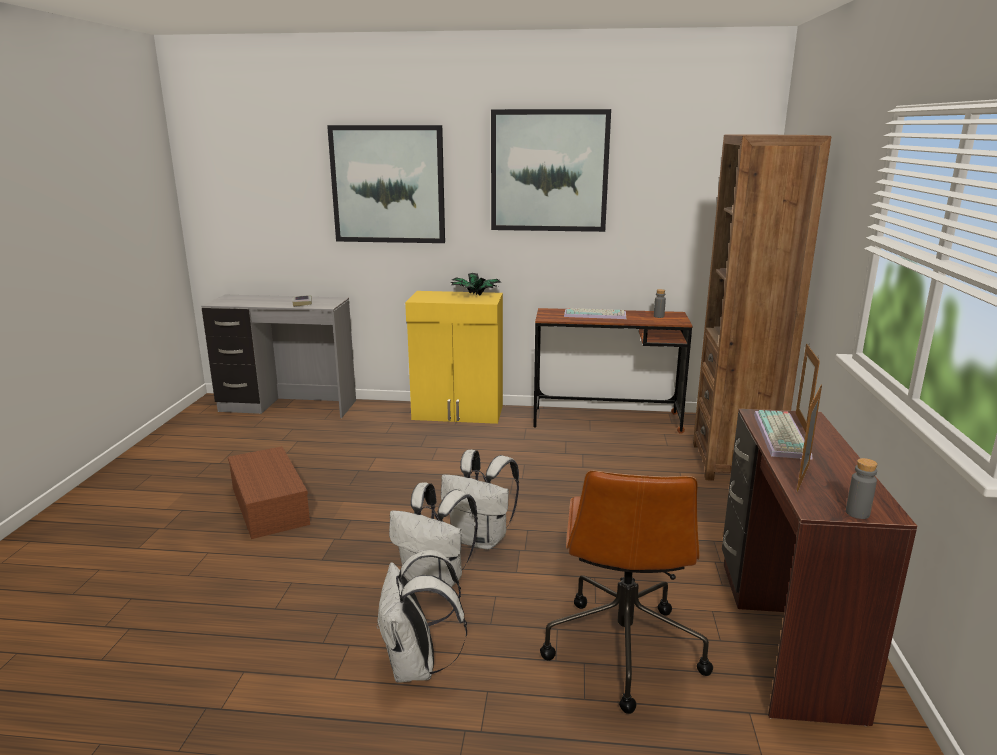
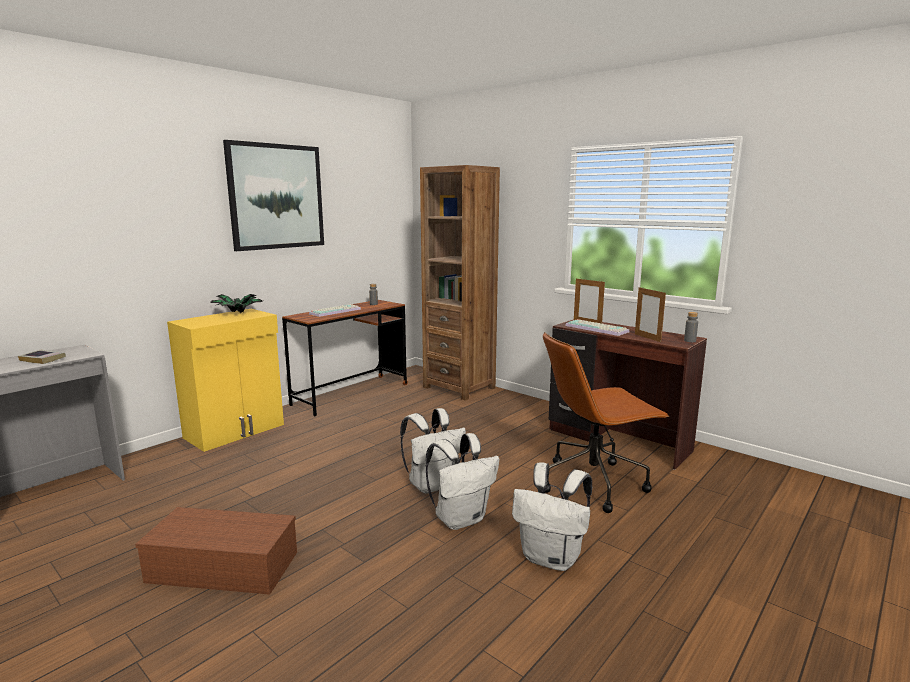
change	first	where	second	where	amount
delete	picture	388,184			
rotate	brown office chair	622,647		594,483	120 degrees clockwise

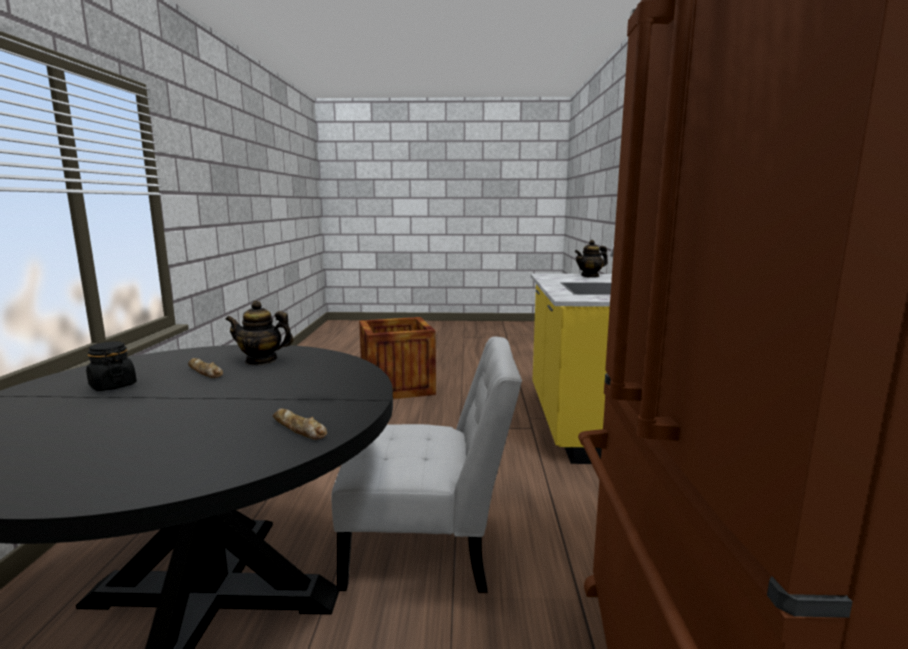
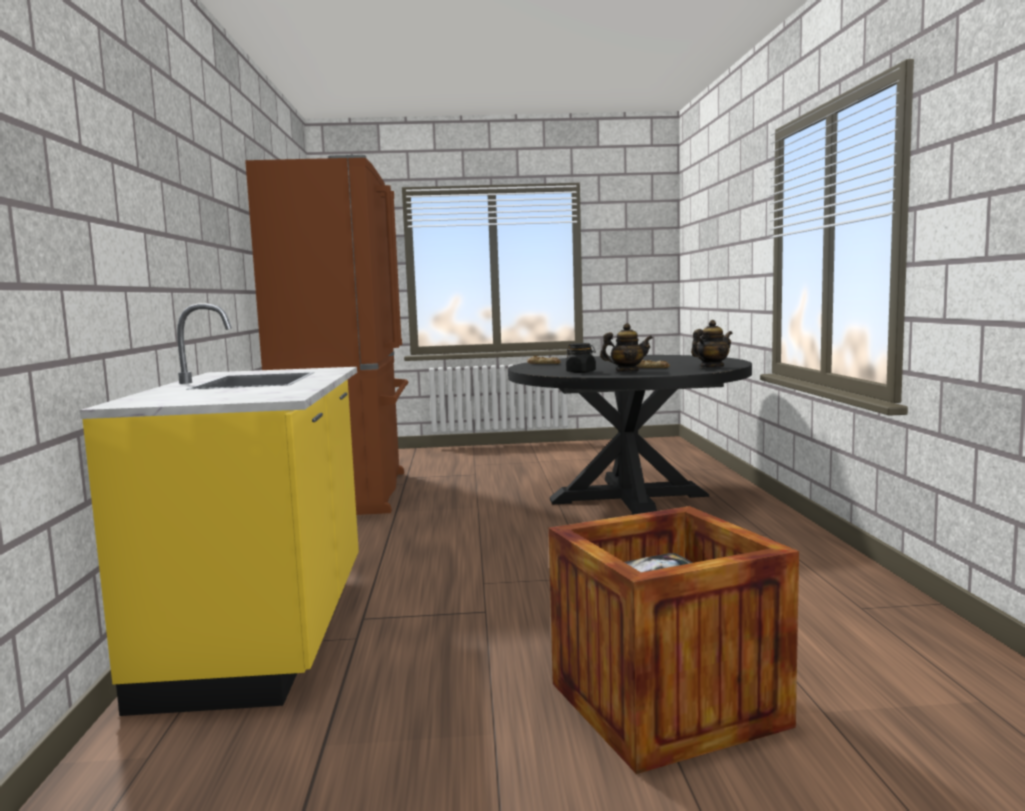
change	first	where	second	where	amount
move	teapot	590,276		711,367	
delete	white chair	429,547			
move	black jar	113,386		581,372	

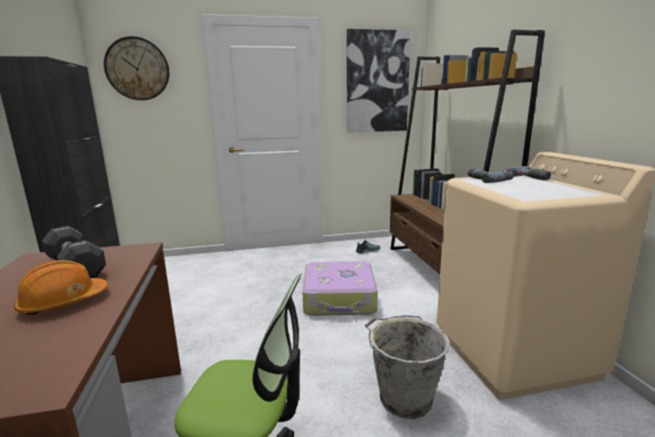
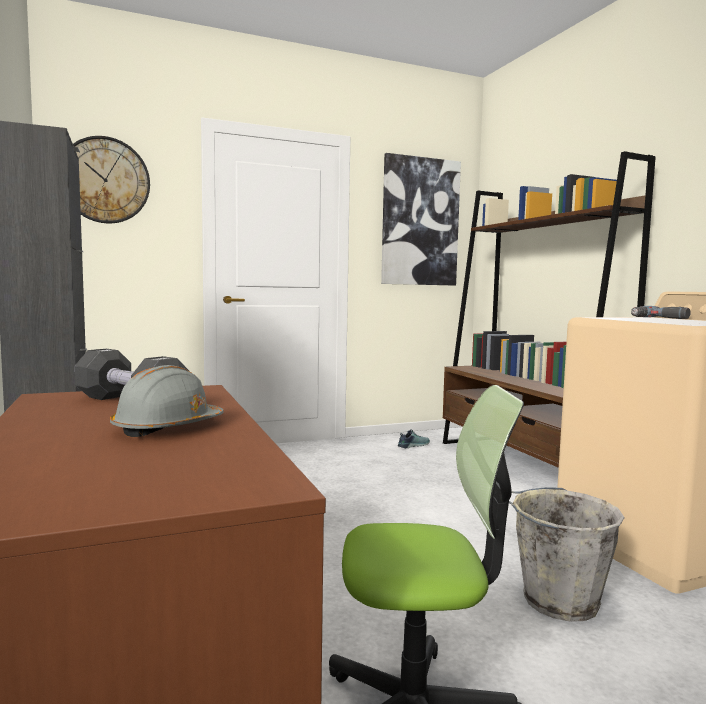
change	first	where	second	where	amount
delete	power drill	488,179			
recolor	orange hard hat	63,302	grey hard hat	167,428	
delete	suitcase	339,299			

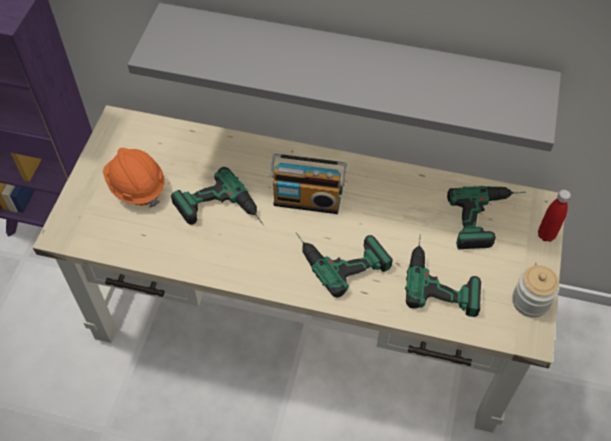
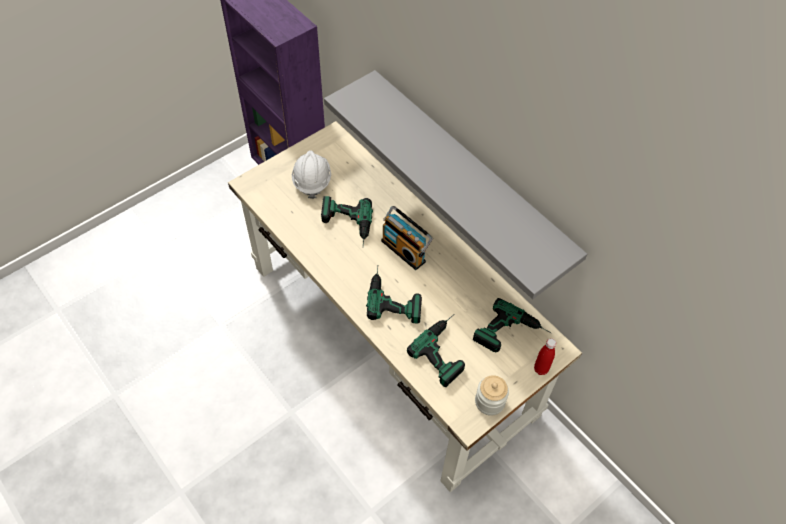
change	first	where	second	where	amount
recolor	orange hard hat	136,186	white hard hat	312,181	

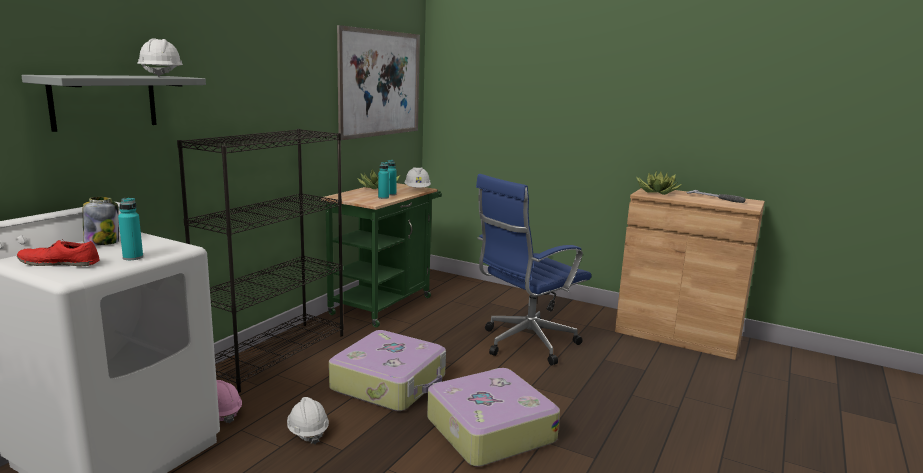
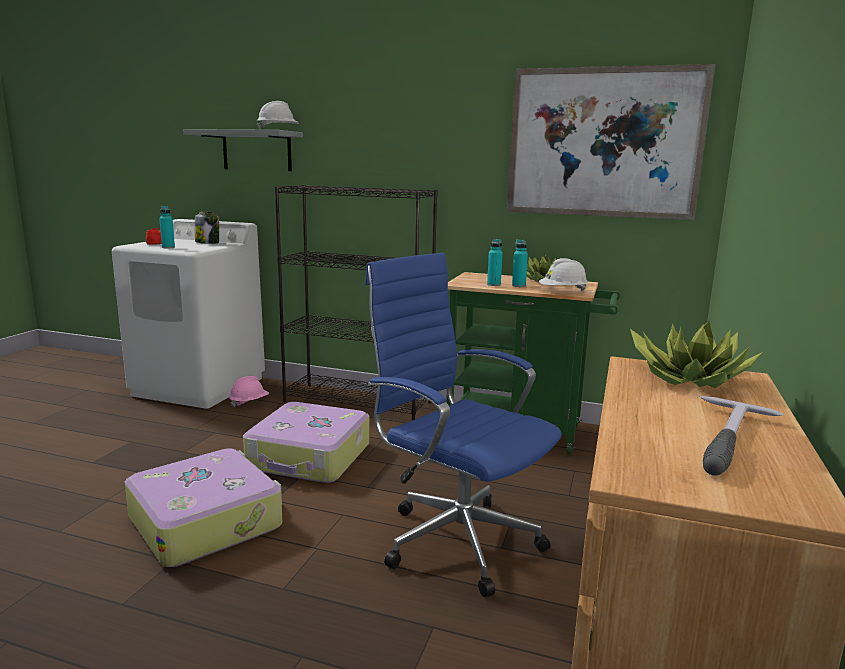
change	first	where	second	where	amount
delete	white hard hat	307,432			

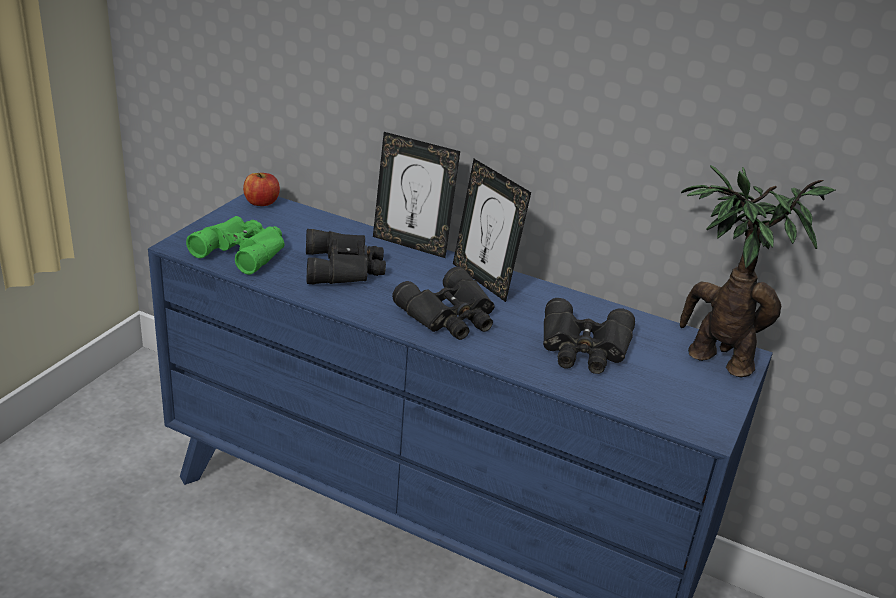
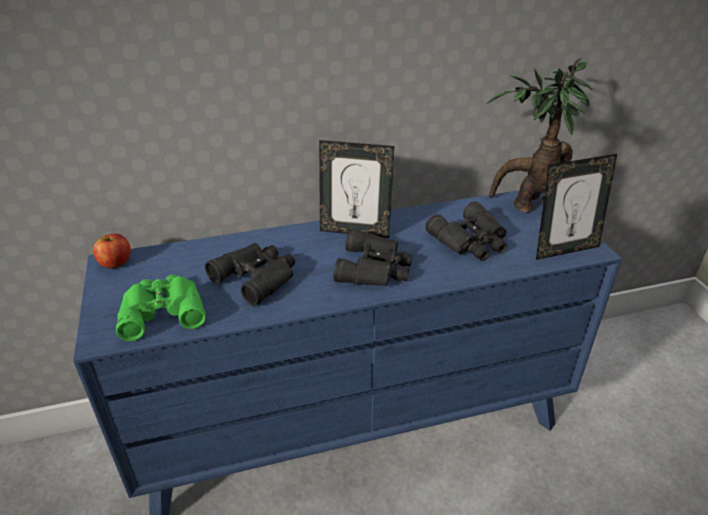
change	first	where	second	where	amount
move	picture frame	411,244		564,249	

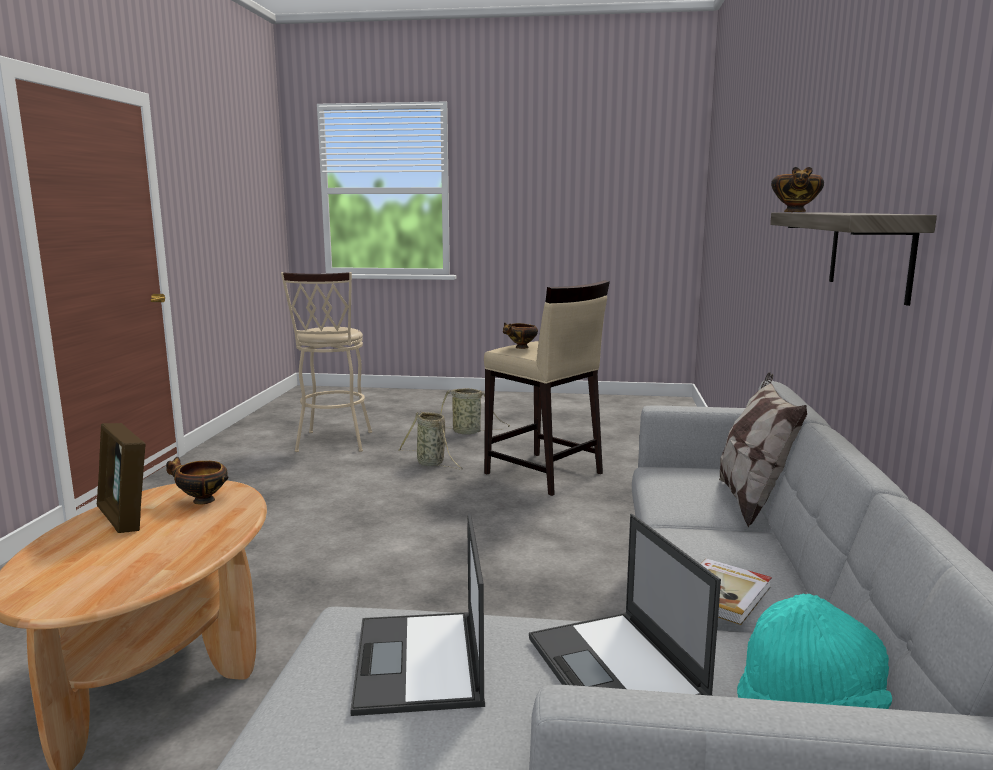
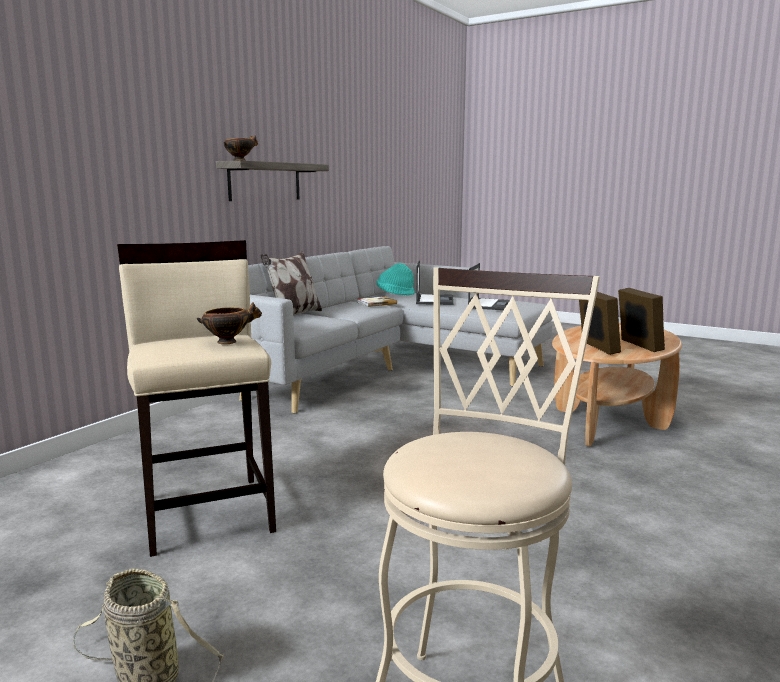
change	first	where	second	where	amount
delete	basket	432,463			
replace	bowl	201,501	picture frame	596,348	

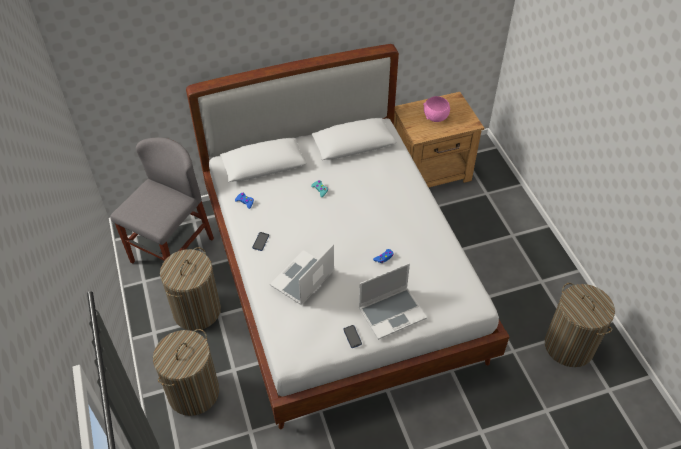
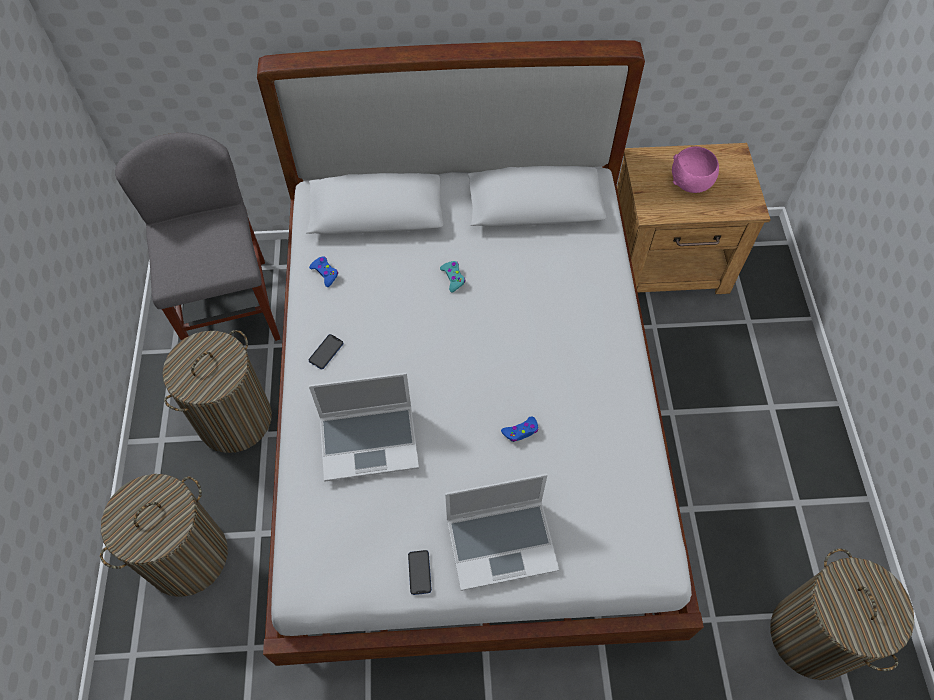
change	first	where	second	where	amount
rotate	grey chair	172,250		230,309	60 degrees counterclockwise
rotate	laptop	303,279		370,441	150 degrees counterclockwise

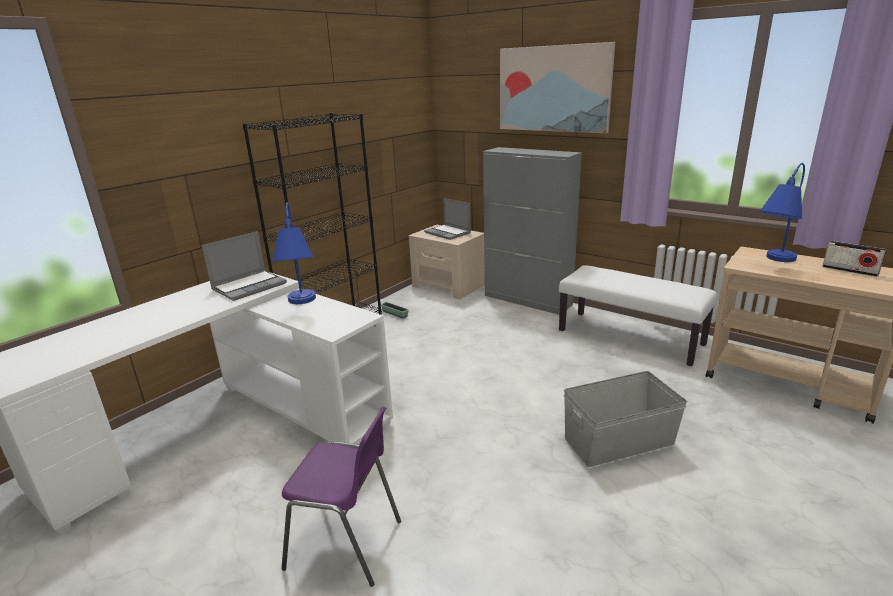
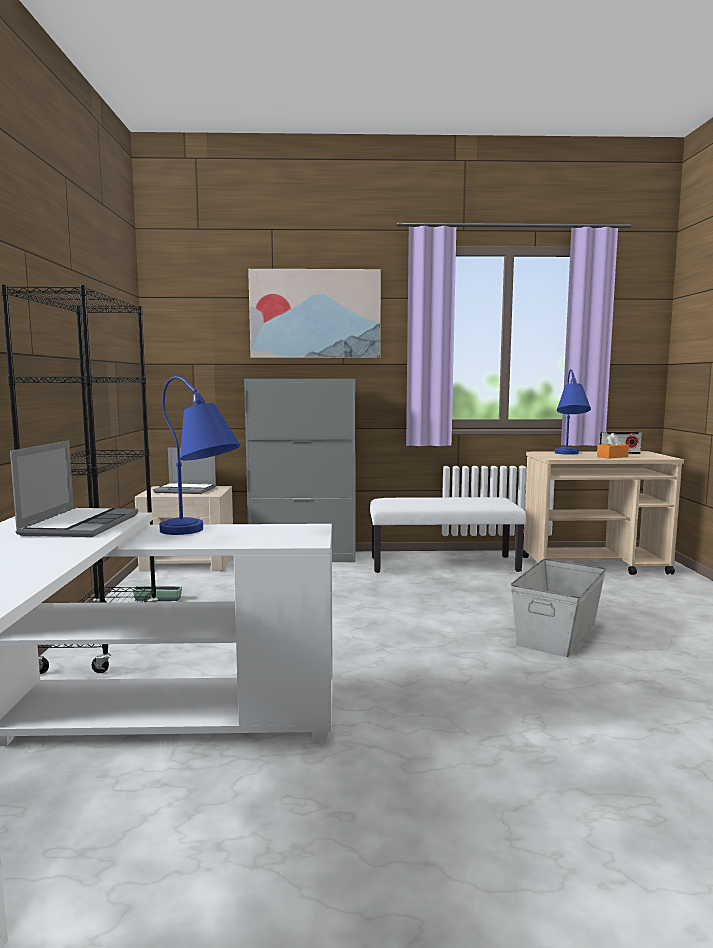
change	first	where	second	where	amount
delete	purple chair	347,545			
insert			orange tissue box	612,457	

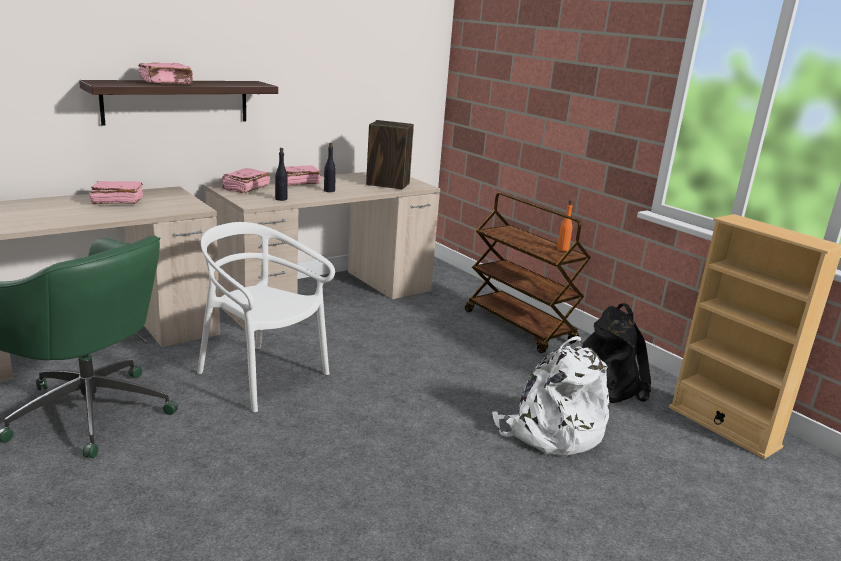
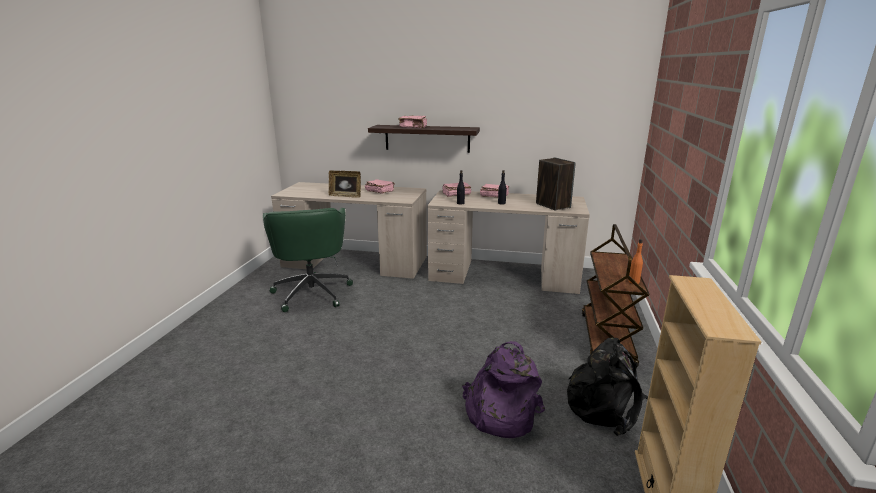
change	first	where	second	where	amount
delete	white chair	262,376			
recolor	white backpack	550,432	purple backpack	499,413	
insert			picture frame	345,196	

